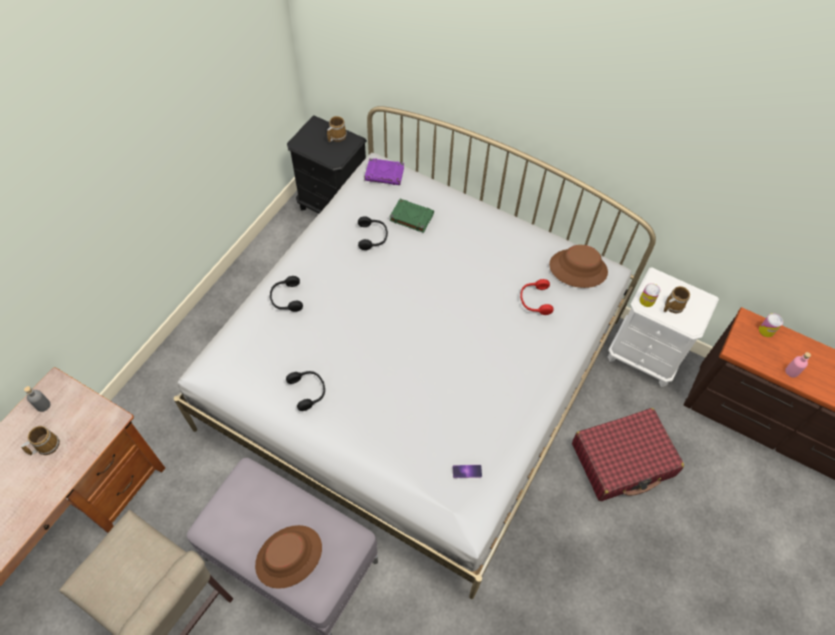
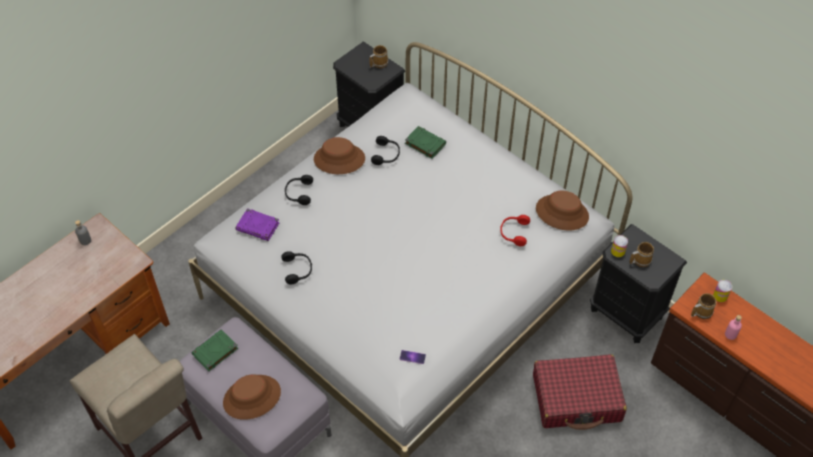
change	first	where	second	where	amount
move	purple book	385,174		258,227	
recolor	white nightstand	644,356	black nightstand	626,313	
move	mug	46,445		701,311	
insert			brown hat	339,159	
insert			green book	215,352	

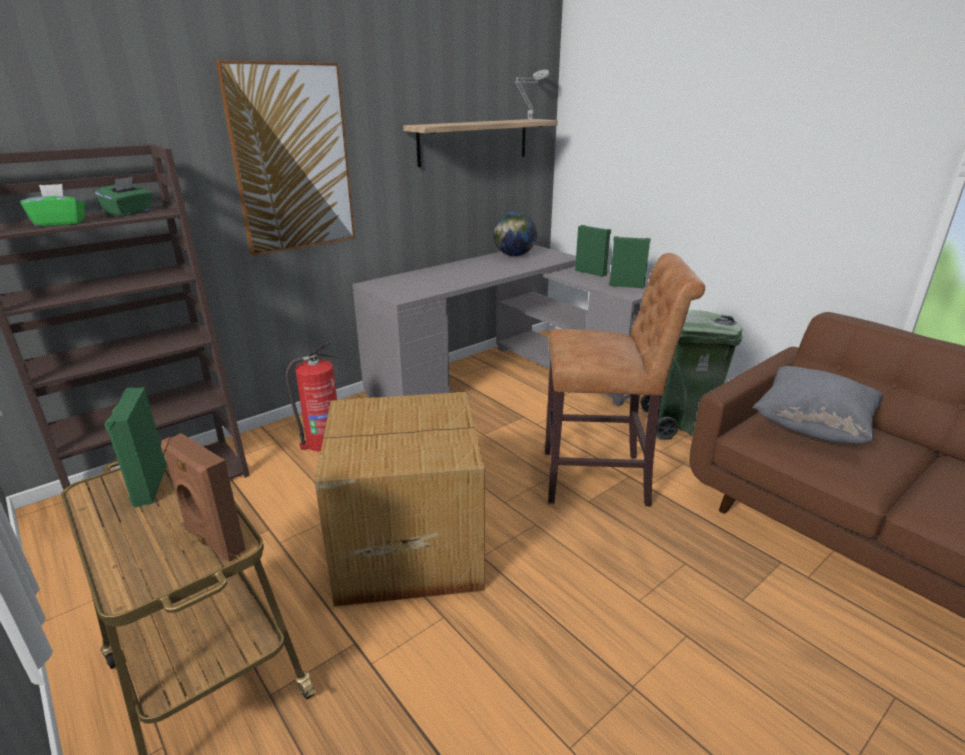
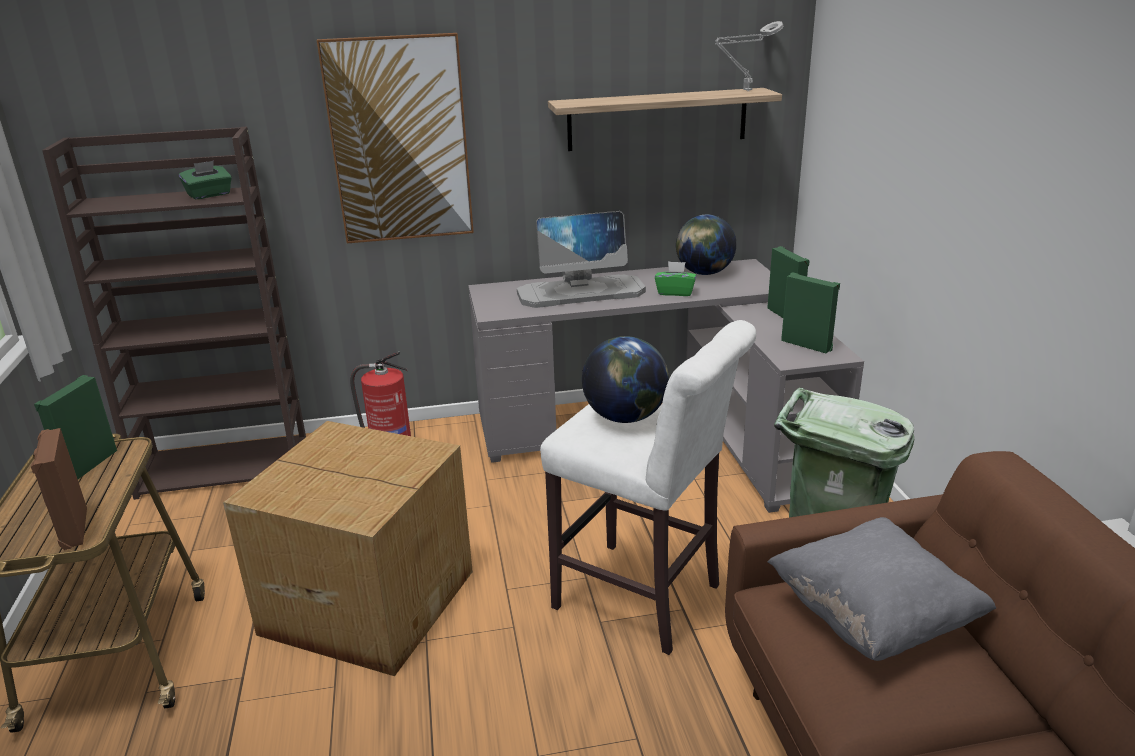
change	first	where	second	where	amount
move	green tissue box	60,223		675,292	
recolor	brown stool	601,478	white stool	645,600	
insert			monitor	582,292	
insert			globe	625,417	

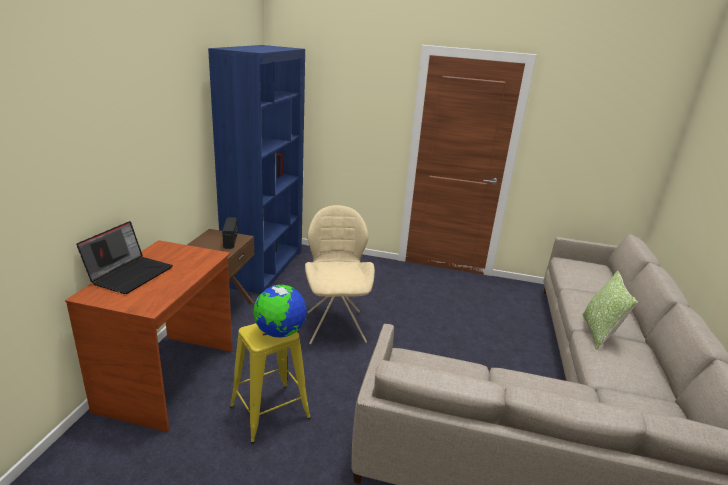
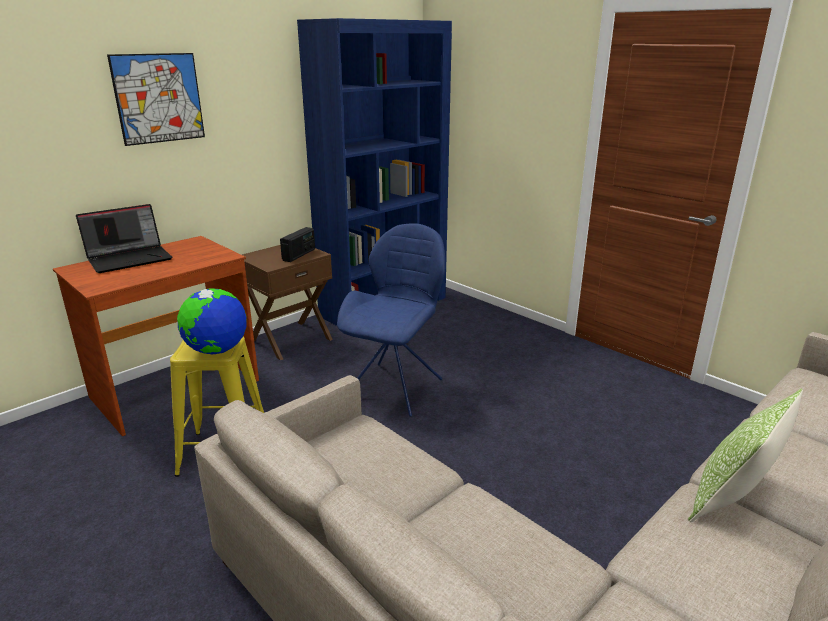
change	first	where	second	where	amount
recolor	beige chair	335,325	blue chair	395,387	
insert			picture	159,98	

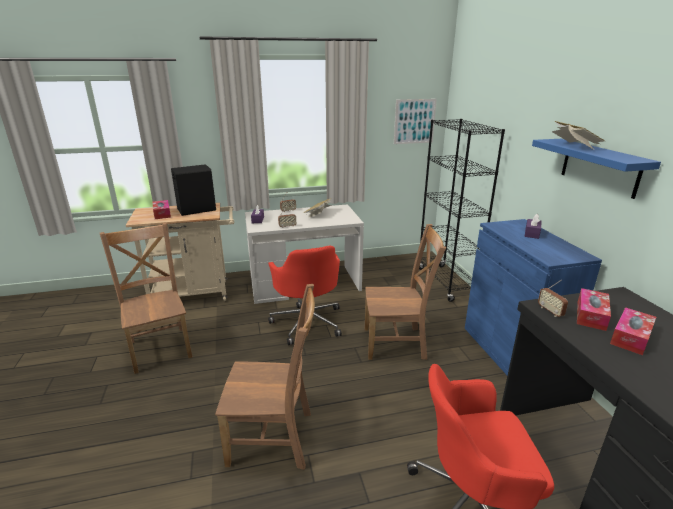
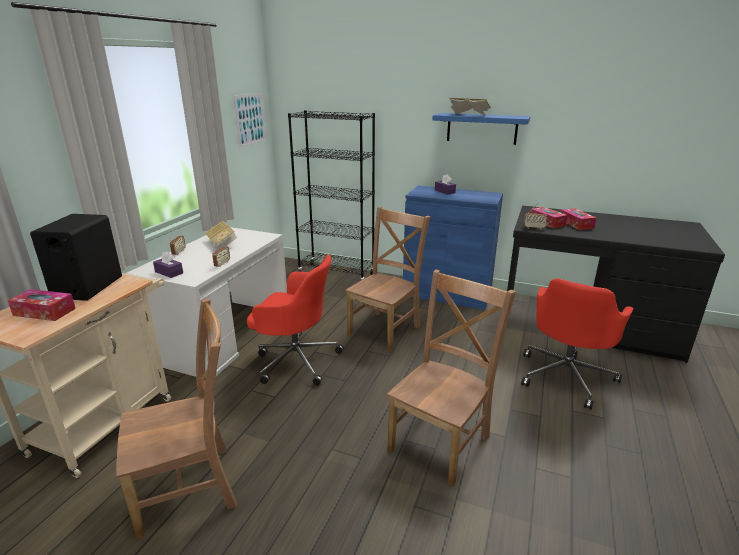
change	first	where	second	where	amount
rotate	brown chair	160,347		191,488	150 degrees clockwise

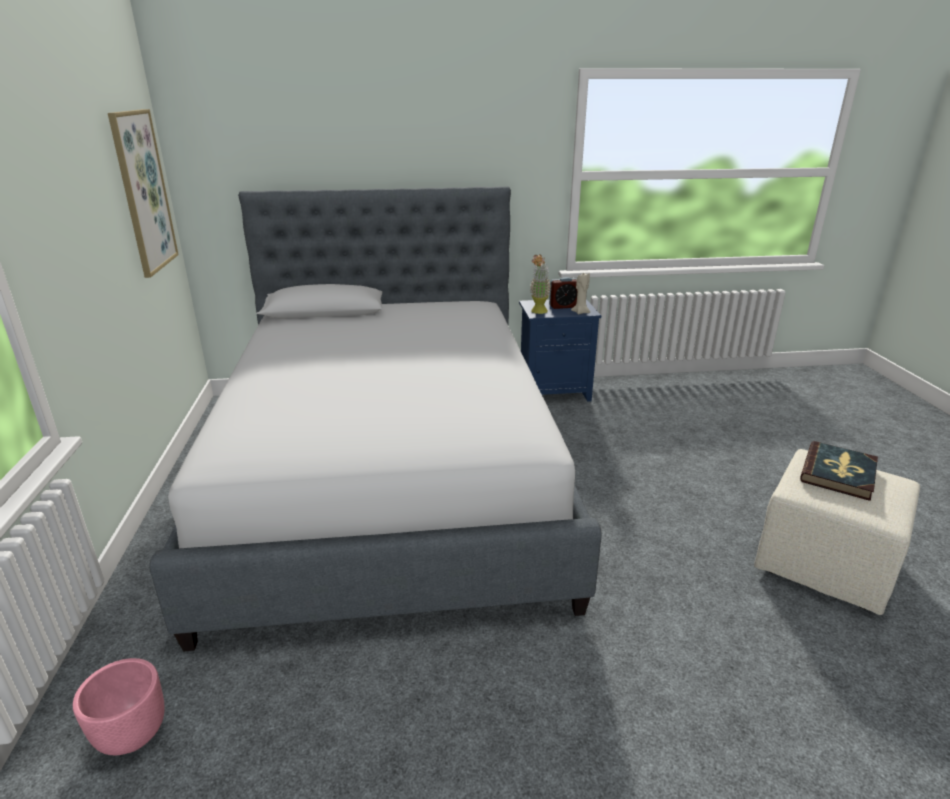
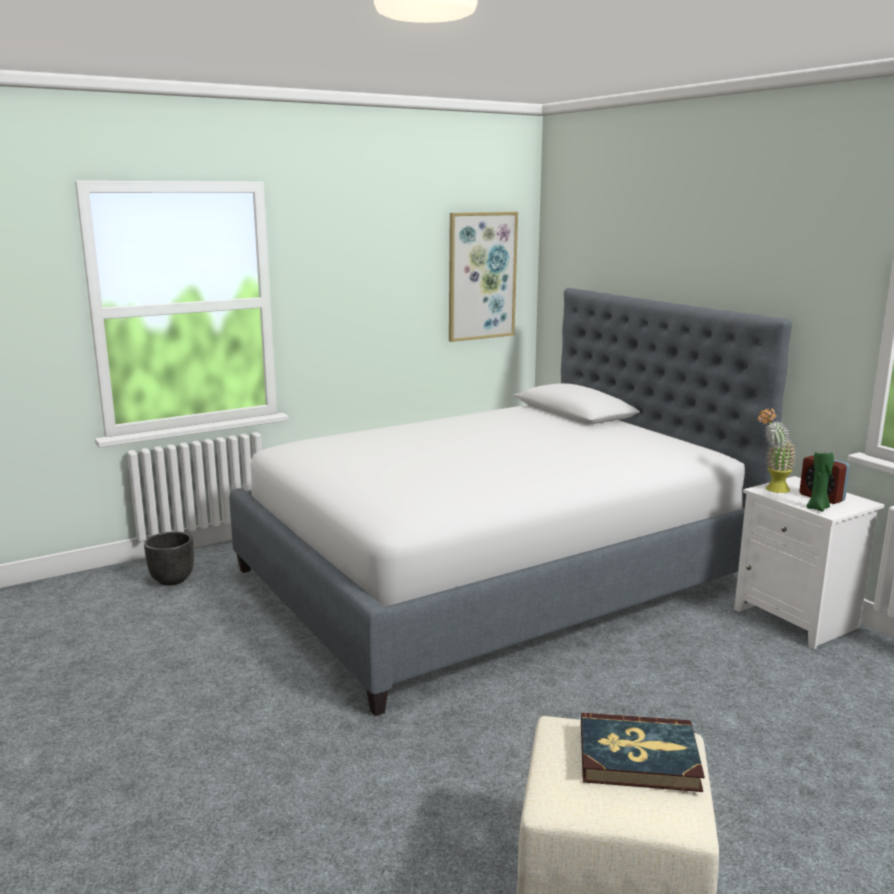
change	first	where	second	where	amount
recolor	beige candle	580,312	green candle	818,508	
recolor	blue nightstand	554,391	white nightstand	799,619	
recolor	pink planter	131,735	black planter	172,579	

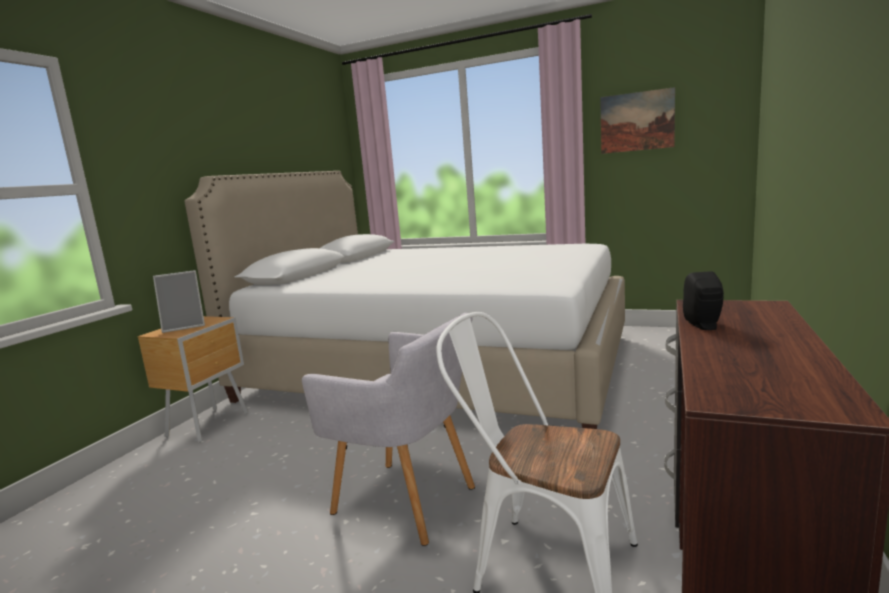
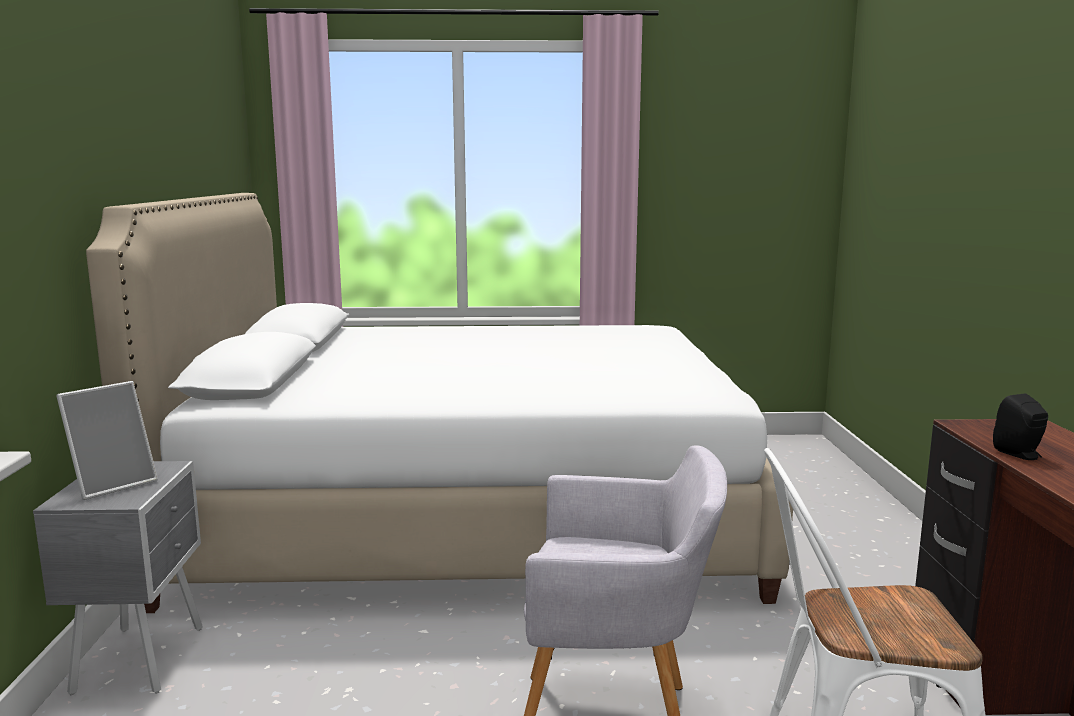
change	first	where	second	where	amount
delete	picture	636,121			
recolor	brown nightstand	210,424	grey nightstand	143,658	

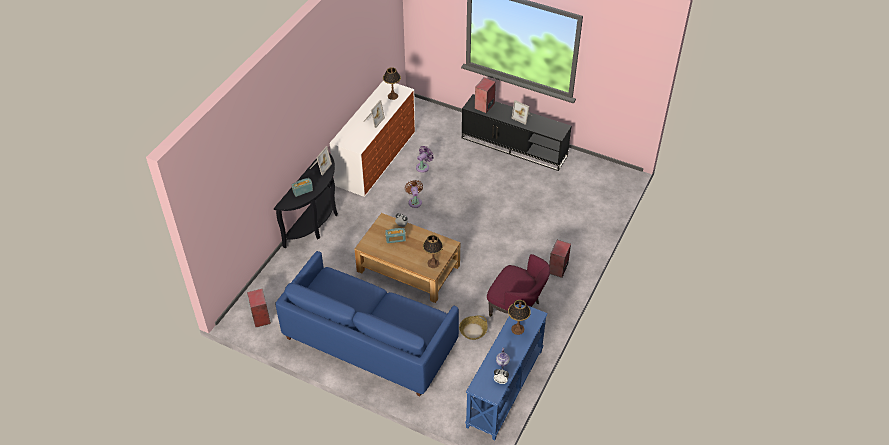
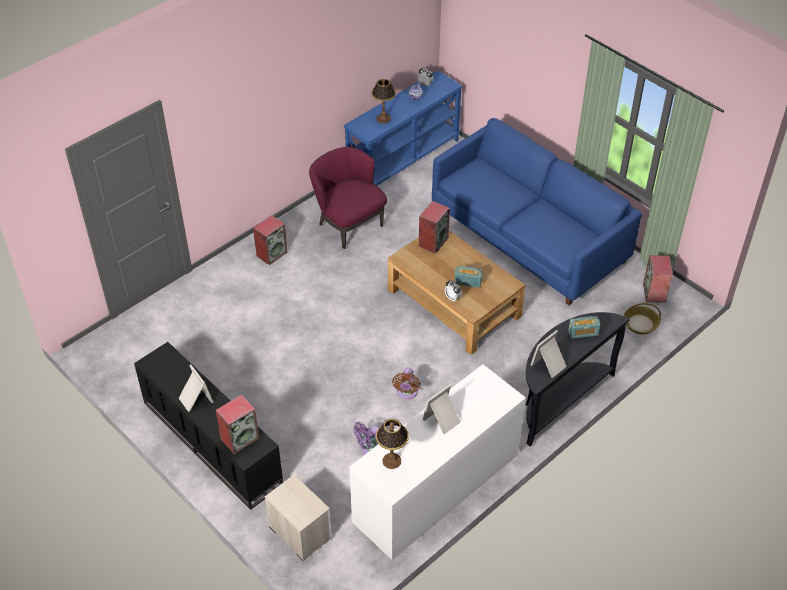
change	first	where	second	where	amount
replace	table lamp	433,263	speaker	433,241	
move	basket	473,330		640,324	
insert			nightstand	299,532	

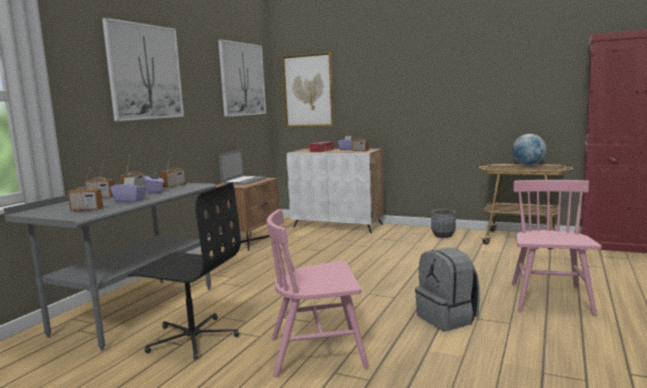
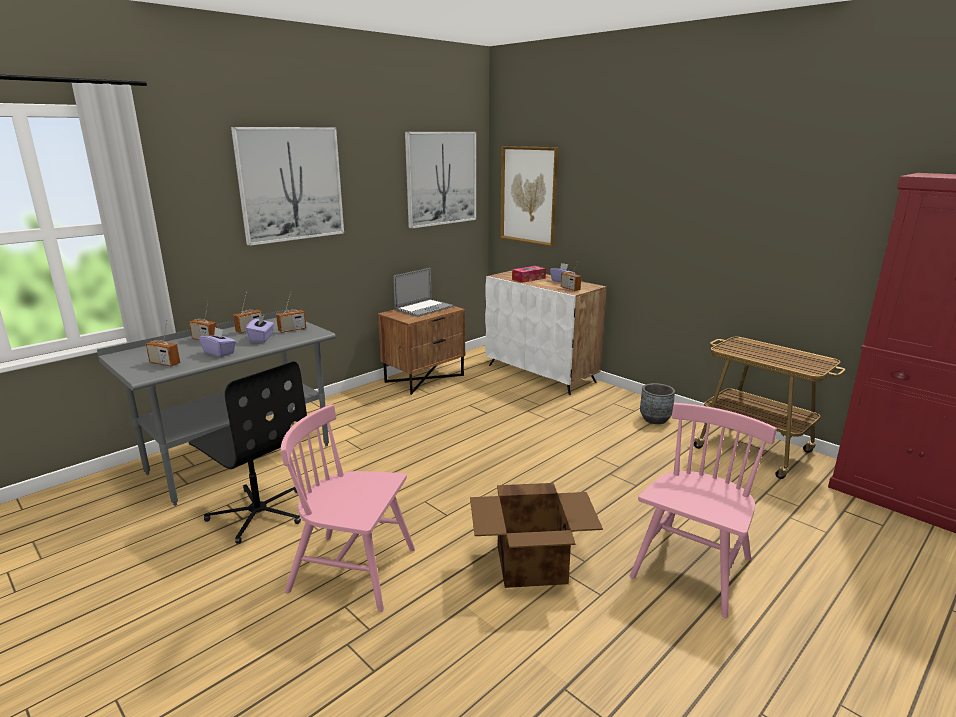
change	first	where	second	where	amount
delete	globe	528,165			
replace	grey backpack	448,318	cardboard box	532,564	

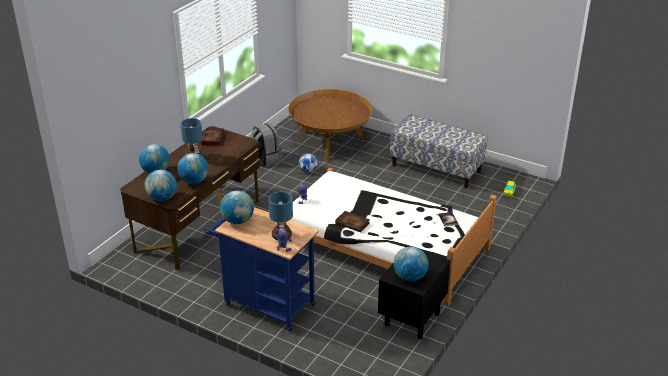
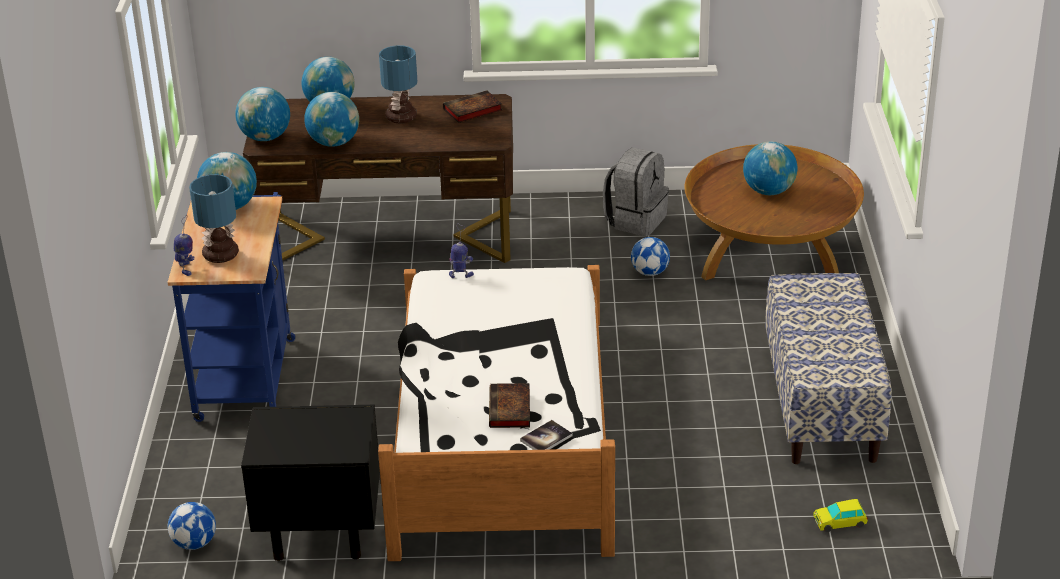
change	first	where	second	where	amount
move	book	353,223		510,410	
move	globe	410,277		769,191	
insert			football	194,543	

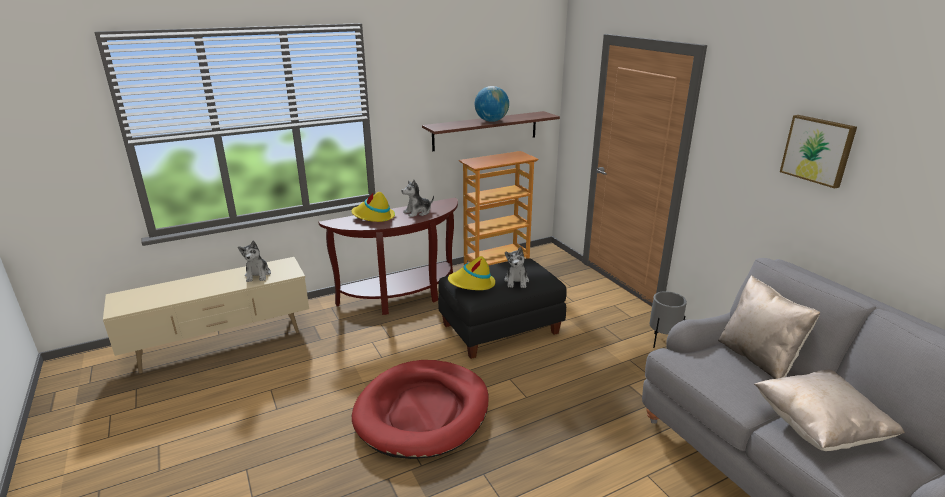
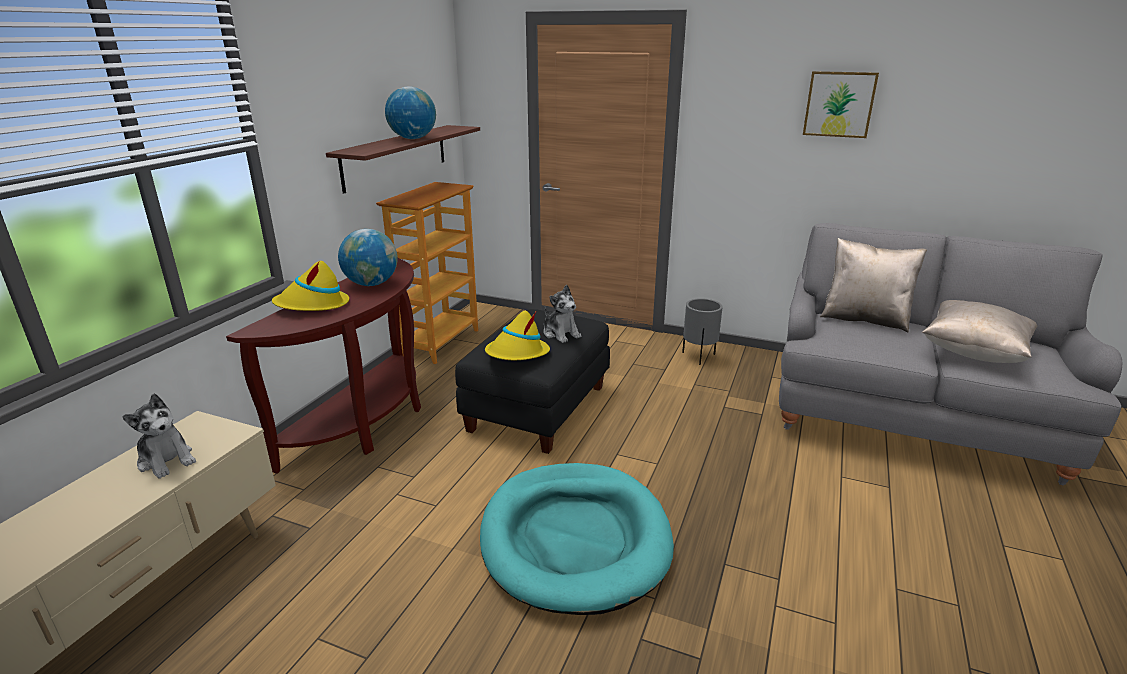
change	first	where	second	where	amount
replace	plush toy	418,212	globe	372,284	
recolor	red dog bed	422,411	turquoise dog bed	574,539	

